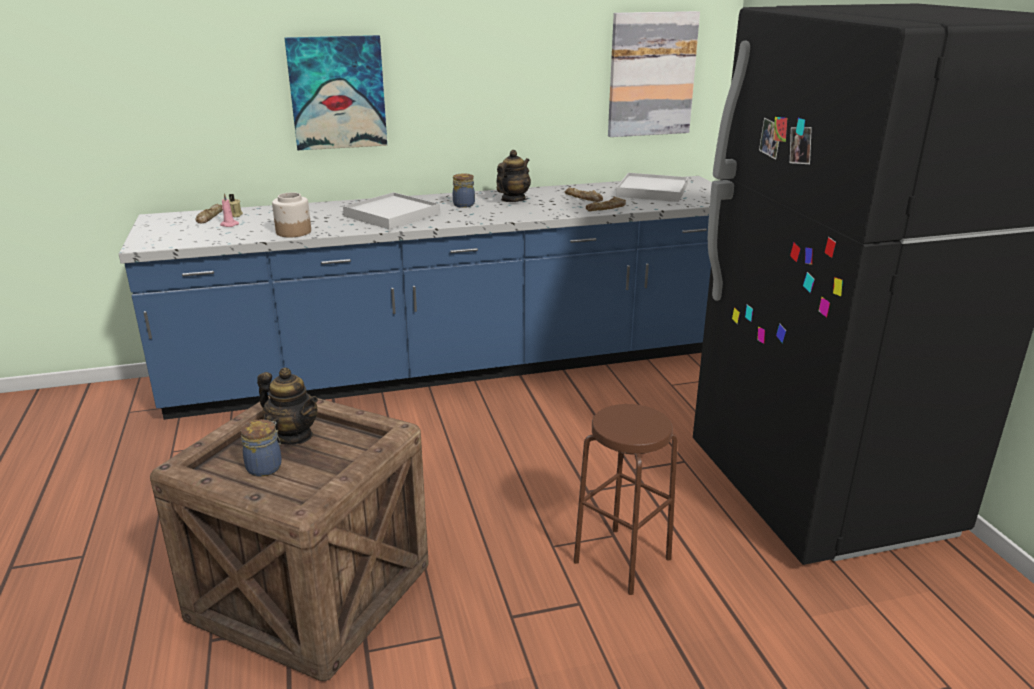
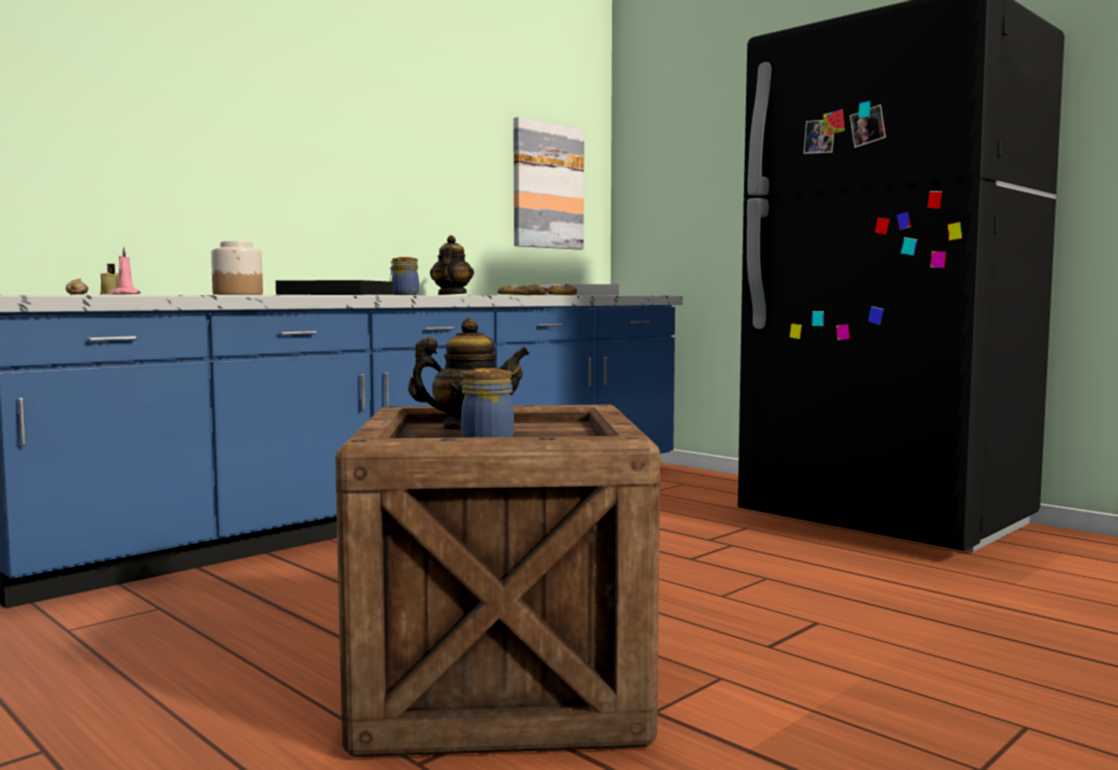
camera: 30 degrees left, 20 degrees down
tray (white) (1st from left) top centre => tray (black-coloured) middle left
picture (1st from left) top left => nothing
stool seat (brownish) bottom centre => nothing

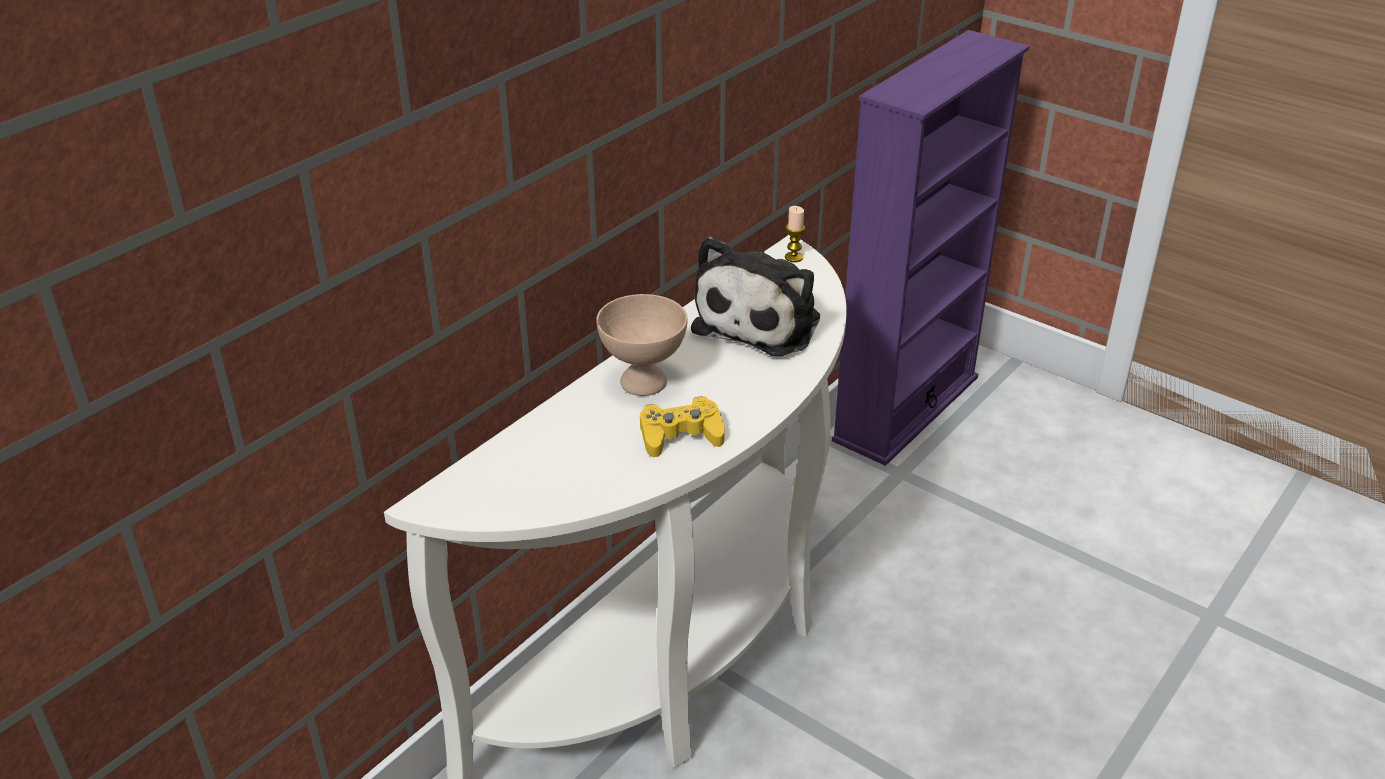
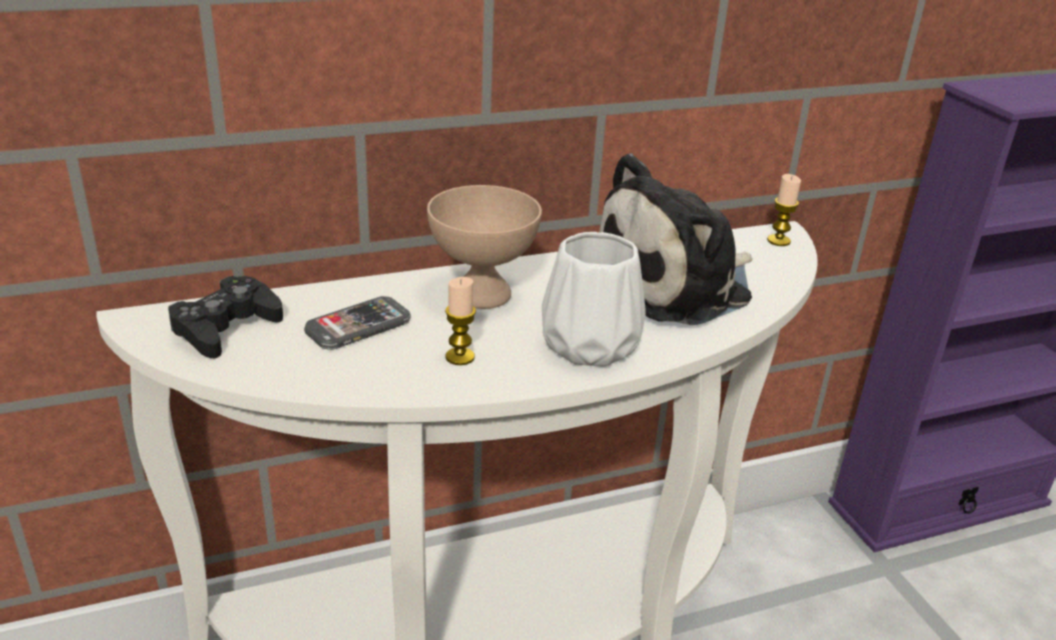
camera: 30 degrees right, 5 degrees down
nothing => game controller (black-coloured) middle left
nothing => handset centre
game controller (yellow-coloured) centre => wax candle (1st from left) centre
nothing => decorative vase (white) centre

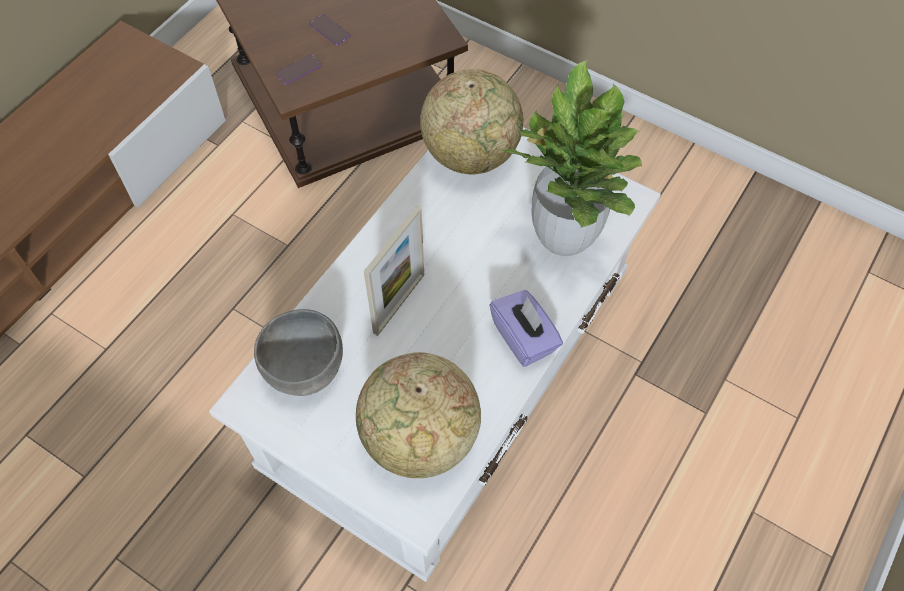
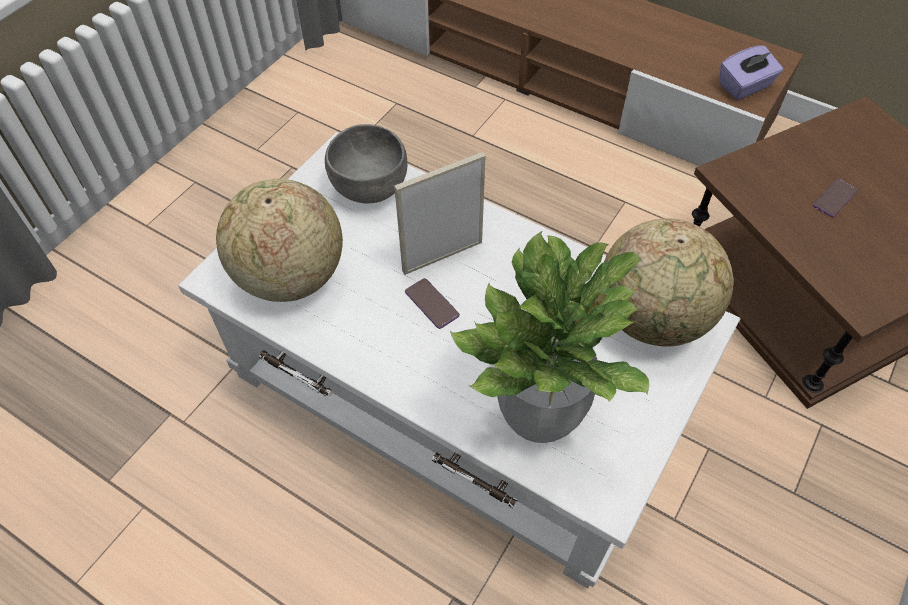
camera: 90 degrees right, 5 degrees down
standing frame centre, 120 degrees clockwise
handset (1st from left) top left => handset (1st from left) centre, move
box of tissues (purple) centre => box of tissues (purple) top right, move

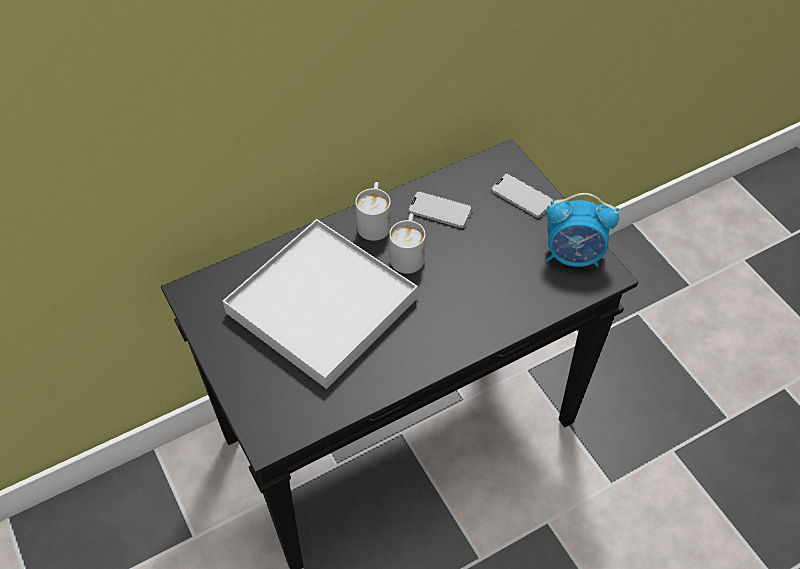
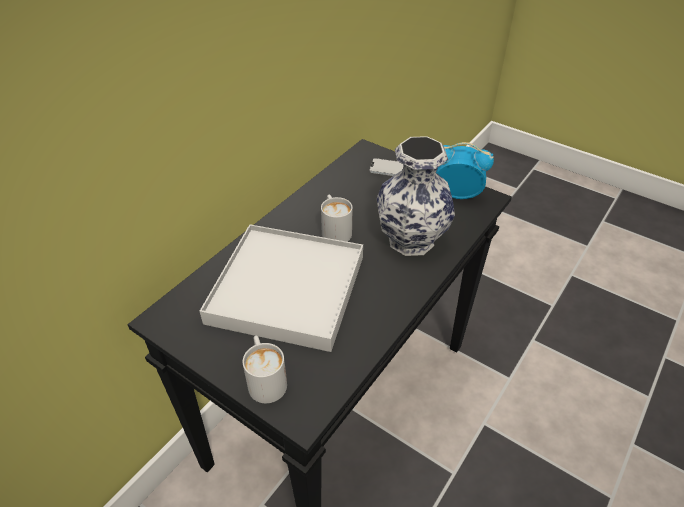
camera: 25 degrees left, 10 degrees down
mug (white) (1st from left) centre => mug (white) (1st from left) bottom centre, move
nothing => decorative vase centre
bedside clock middle right, 150 degrees counterclockwise
handset (1st from left) centre => nothing

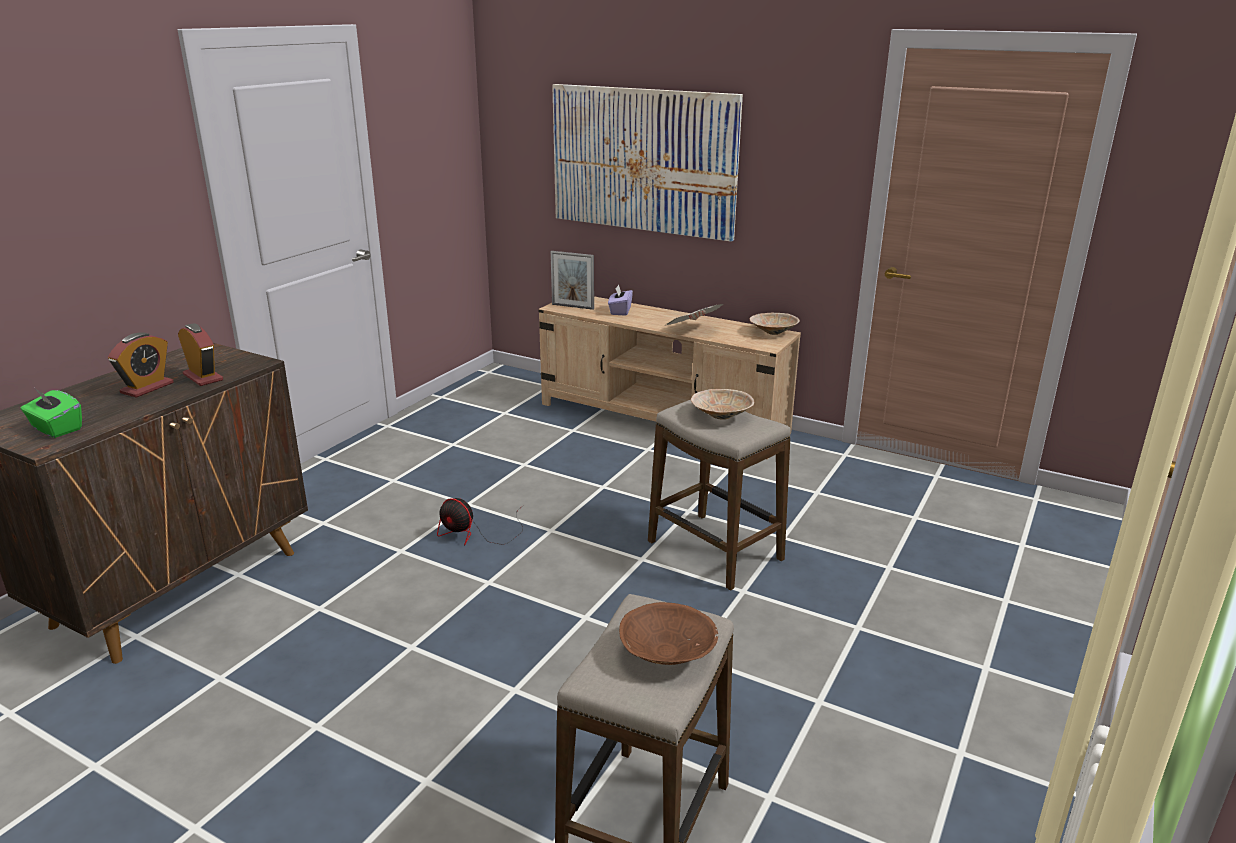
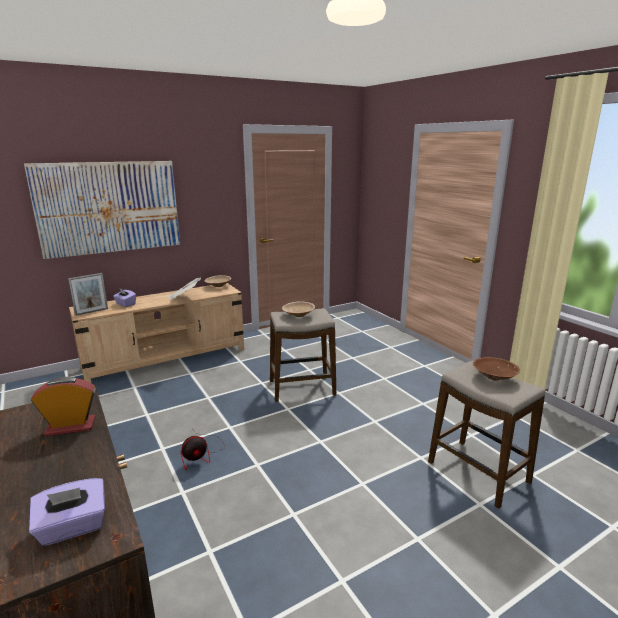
camera: 60 degrees left, 5 degrees down
box of tissues (green) middle left => box of tissues (purple) (1st from left) bottom left
bedside clock (1st from left) middle left => nothing

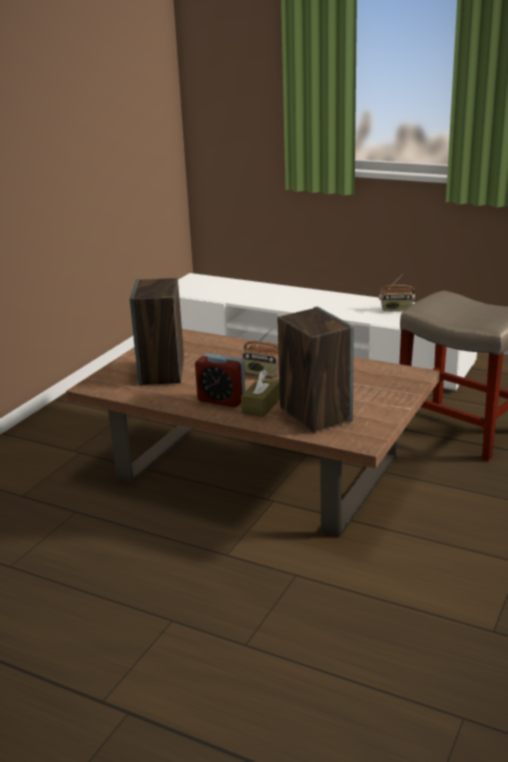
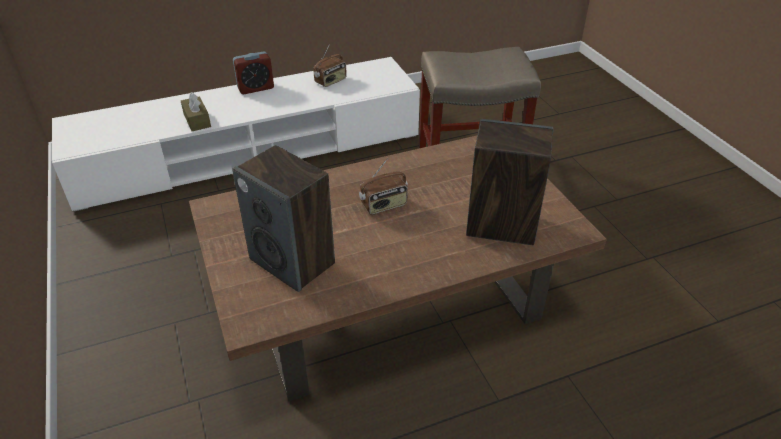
camera: 50 degrees left, 15 degrees up
box of tissues (brownish) centre => box of tissues (brownish) top left, move
bedside clock centre => bedside clock top left, move

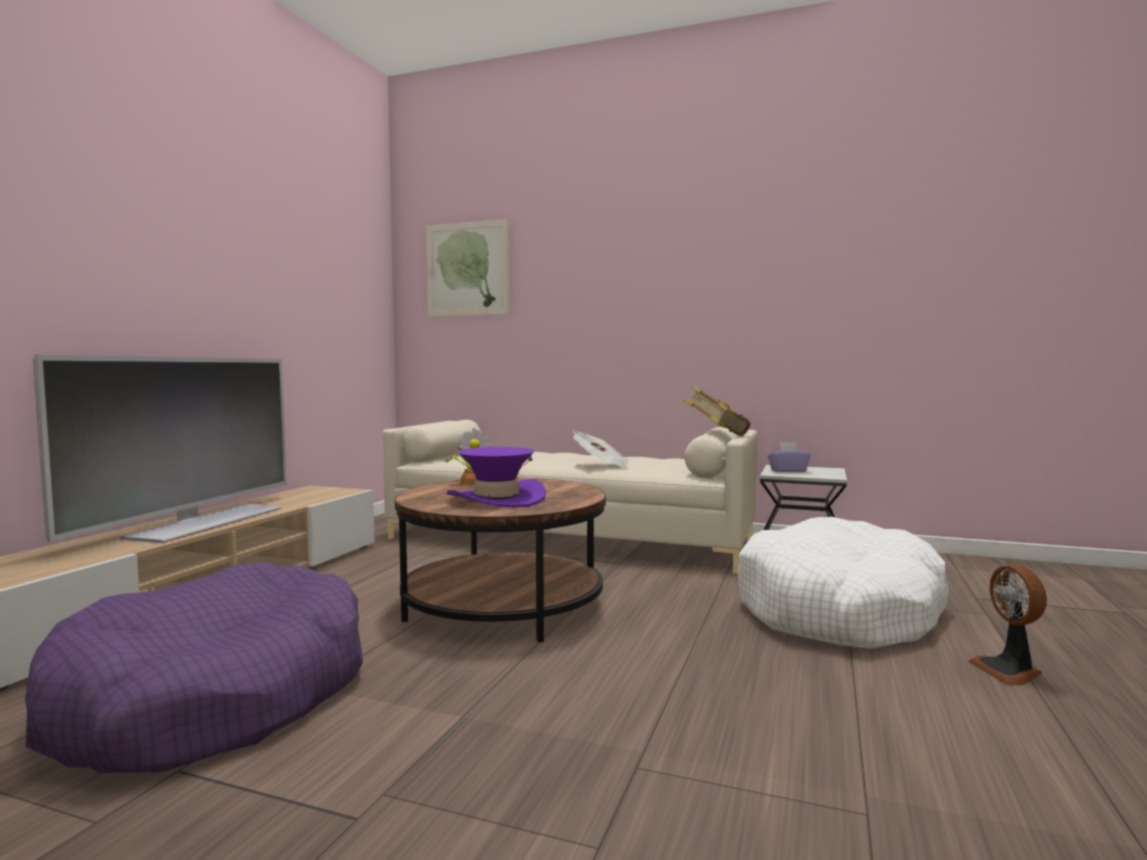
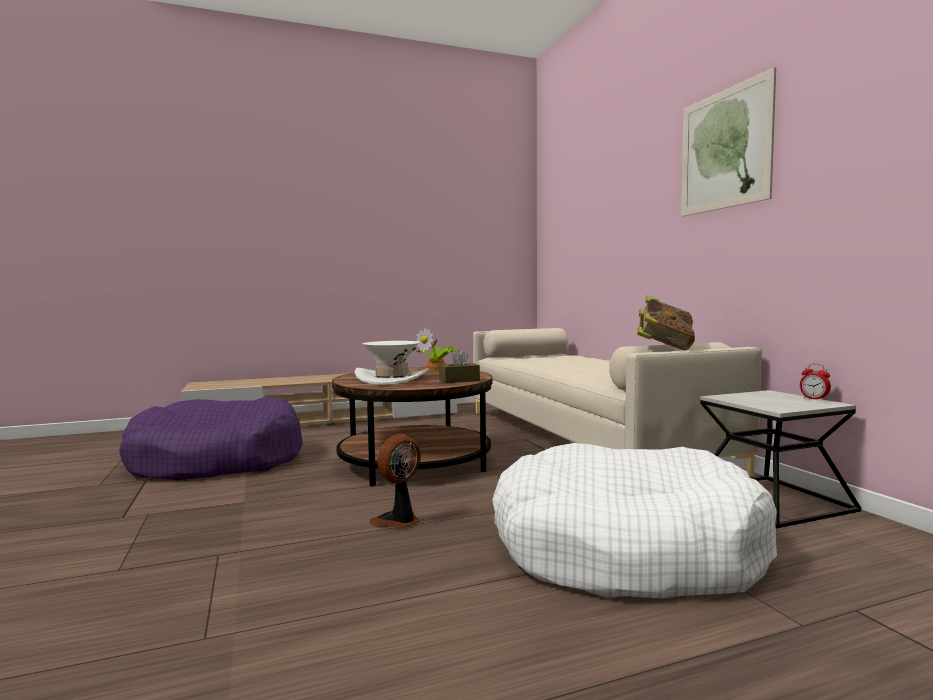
camera: 50 degrees right, 0 degrees up
wearable hat (purple) centre => wearable hat (white) centre
fan bottom right => fan bottom centre, move
nothing => box of tissues (brownish) centre
picture top centre => picture top right, move
nothing => bedside clock middle right
TV middle left => nothing
printed paper centre => nothing
box of tissues (purple) middle right => nothing

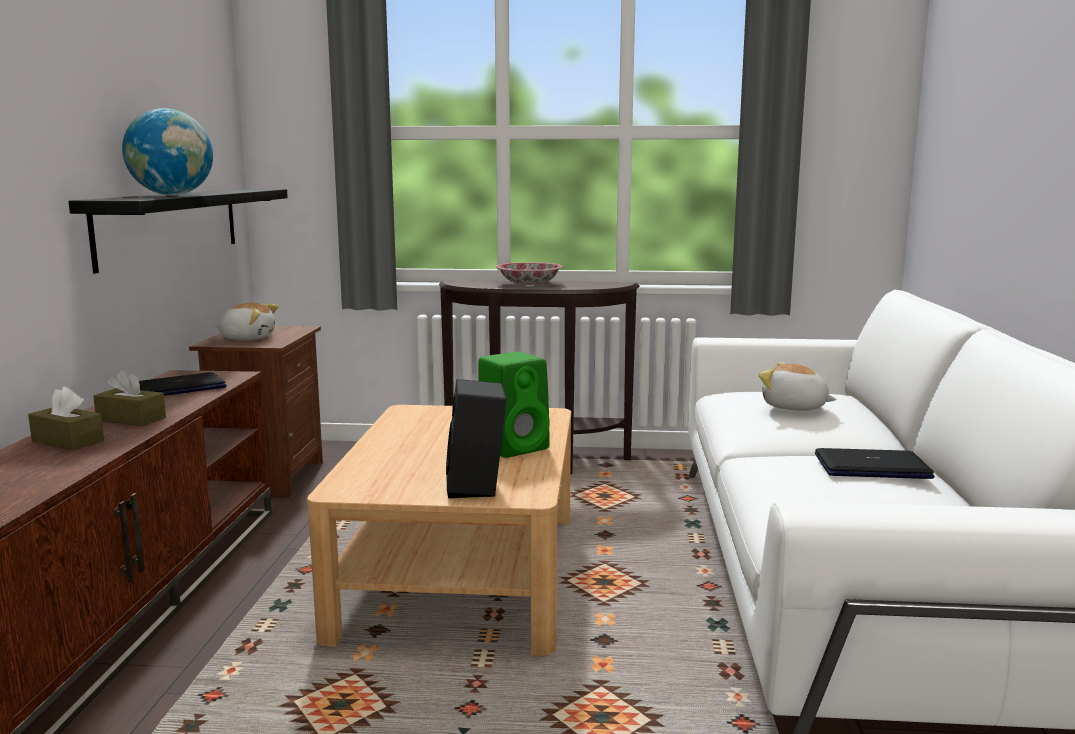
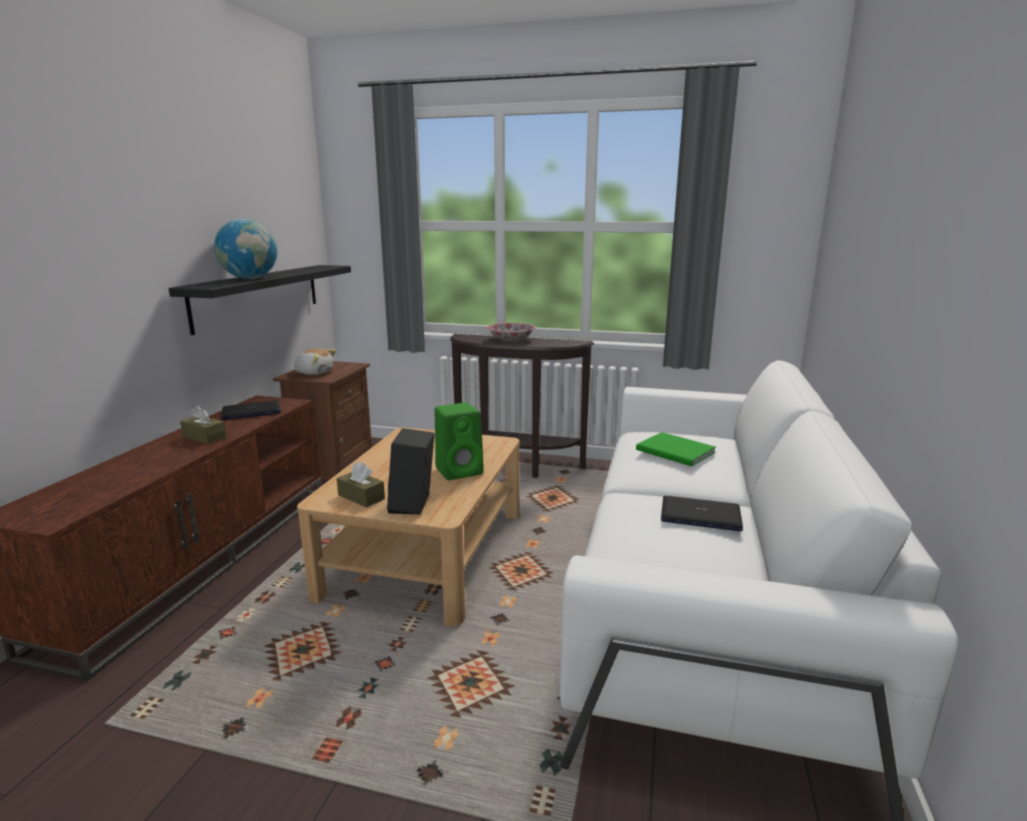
camera: 10 degrees right, 5 degrees up
box of tissues (brownish) (1st from left in the first image) middle left => box of tissues (brownish) (2nd from left) centre, move
cuddly toy (2nd from left) middle right => book (green) centre

